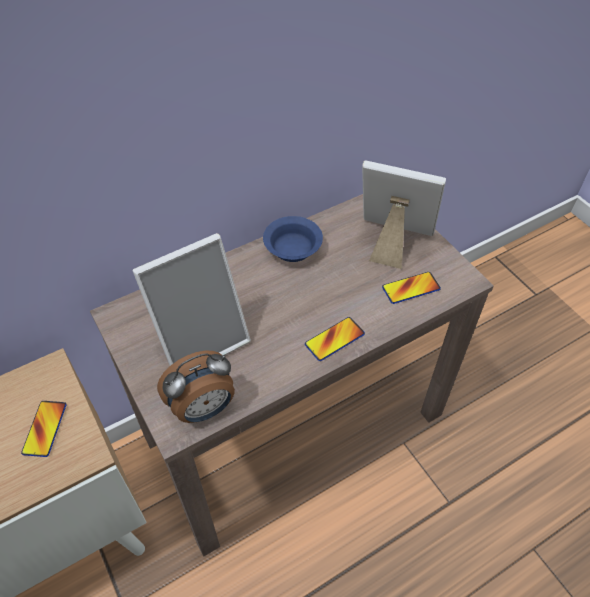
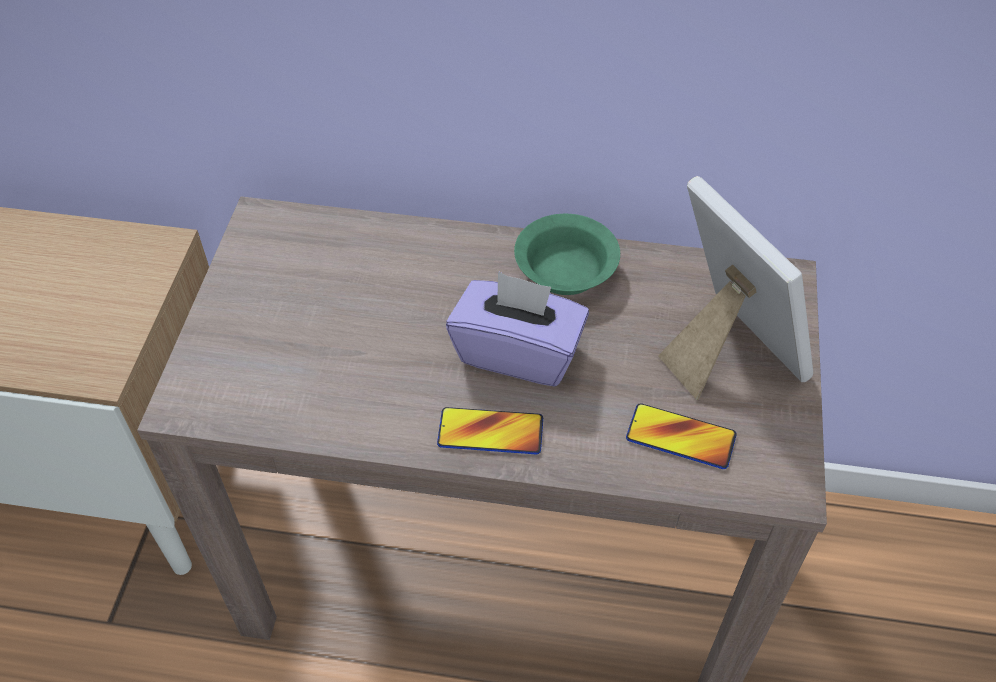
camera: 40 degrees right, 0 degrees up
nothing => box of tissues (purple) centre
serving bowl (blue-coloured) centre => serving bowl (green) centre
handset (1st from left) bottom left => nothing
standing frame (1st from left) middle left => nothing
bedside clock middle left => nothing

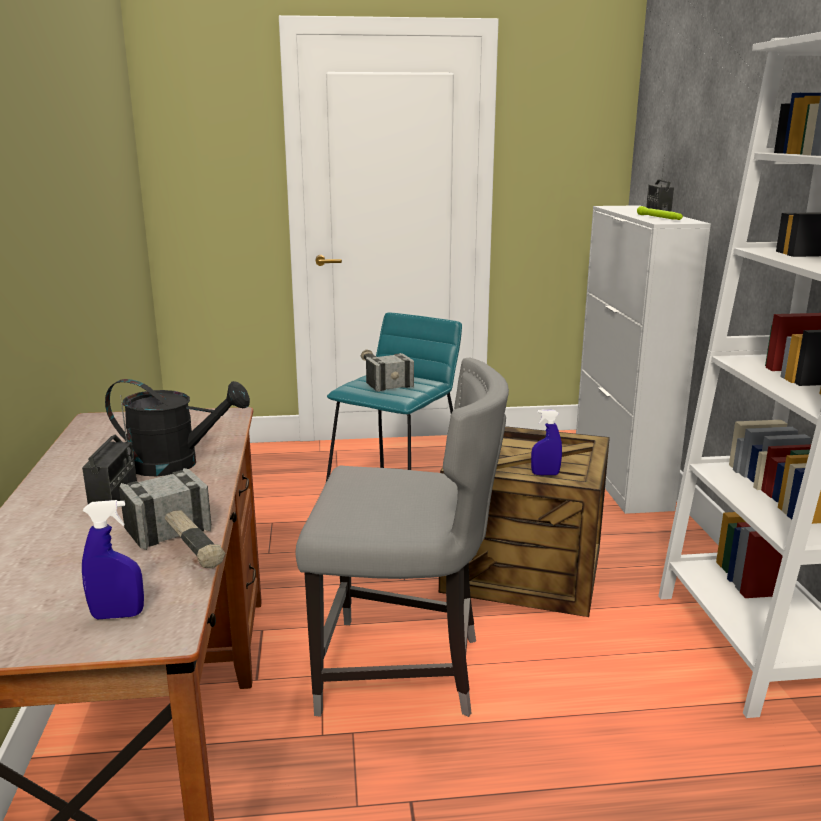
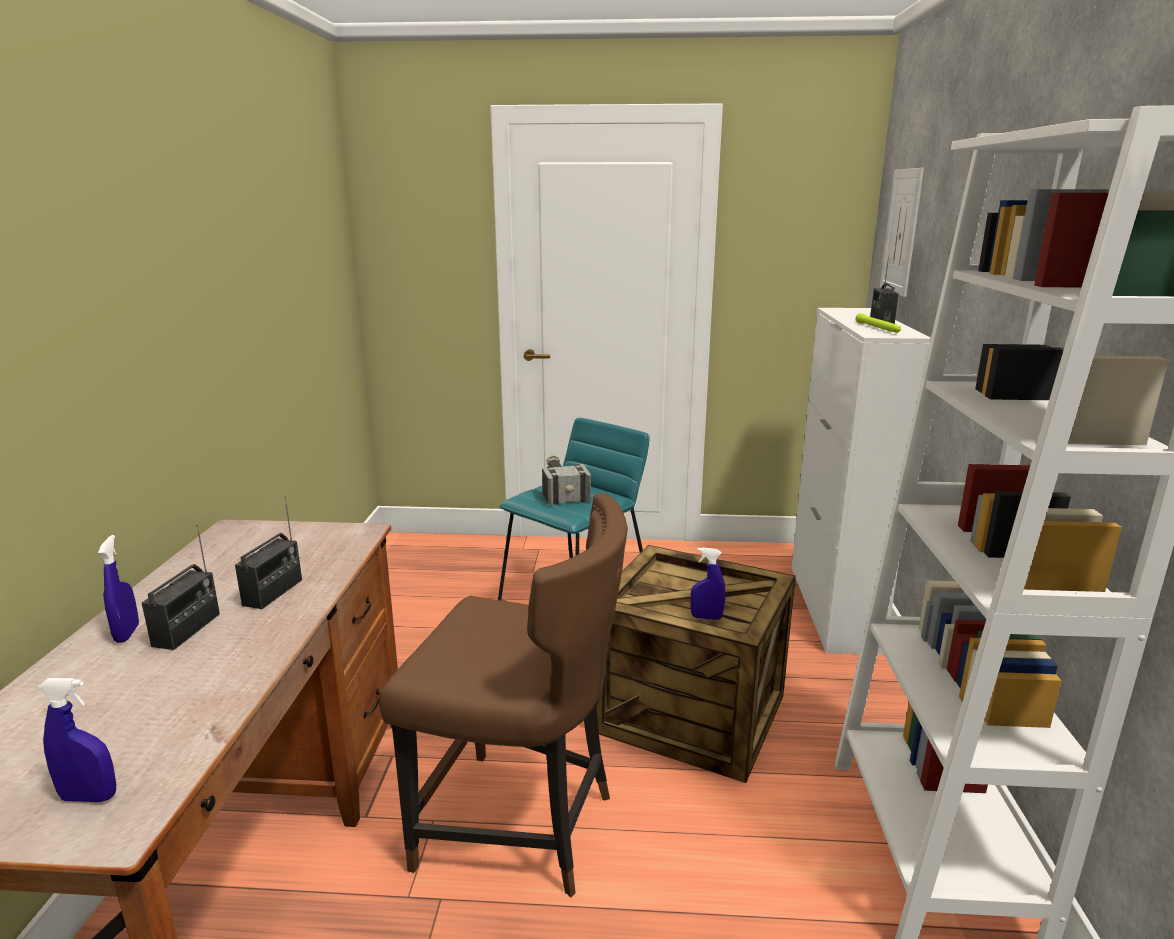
camera: 10 degrees right, 0 degrees up
nothing => hand sprayer (blue-coloured) (2nd from left) middle left
sprinkling can (black-coloured) middle left => radio receiver (2nd from left) middle left
upright chair (grey) centre => upright chair (brownish) bottom centre
nothing => picture top right
tool hammer (1st from left) middle left => nothing

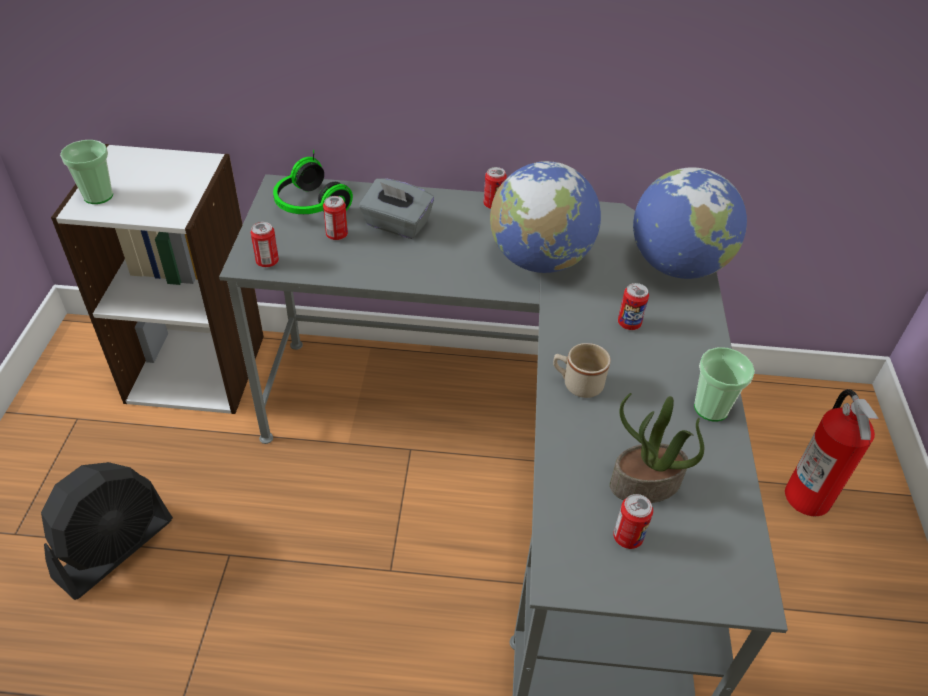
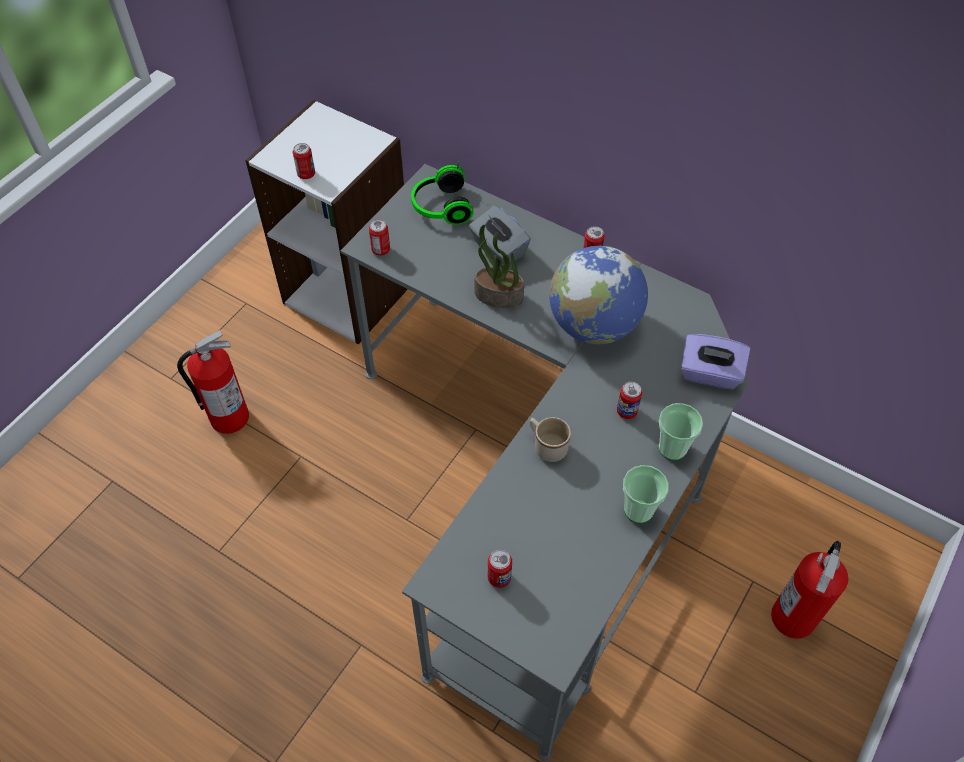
camera: 30 degrees right, 10 degrees up
fan (black-coloured) bottom left => extinguisher (1st from left) middle left
sealed can (2nd from left in the first image) top centre => sealed can (1st from left) top left, move
potted plant middle right => potted plant centre, move
cup (1st from left in the first image) top left => cup (2nd from left) middle right, move
world globe (2nd from left) top right => box of tissues (purple) middle right

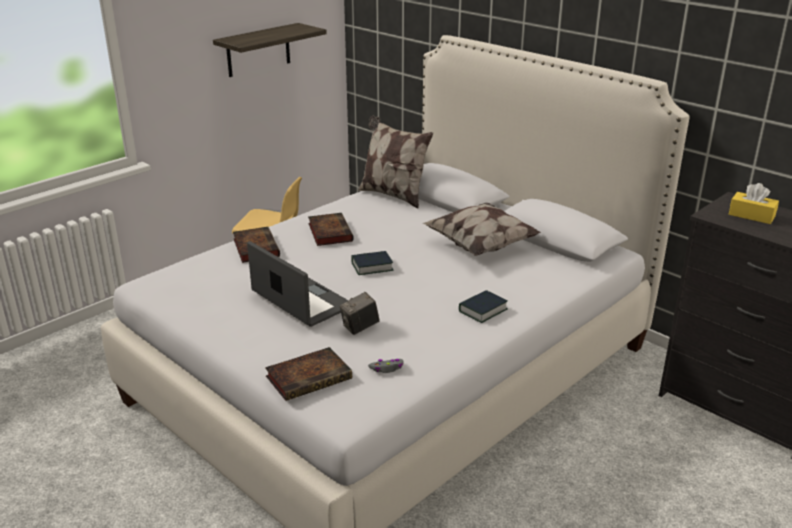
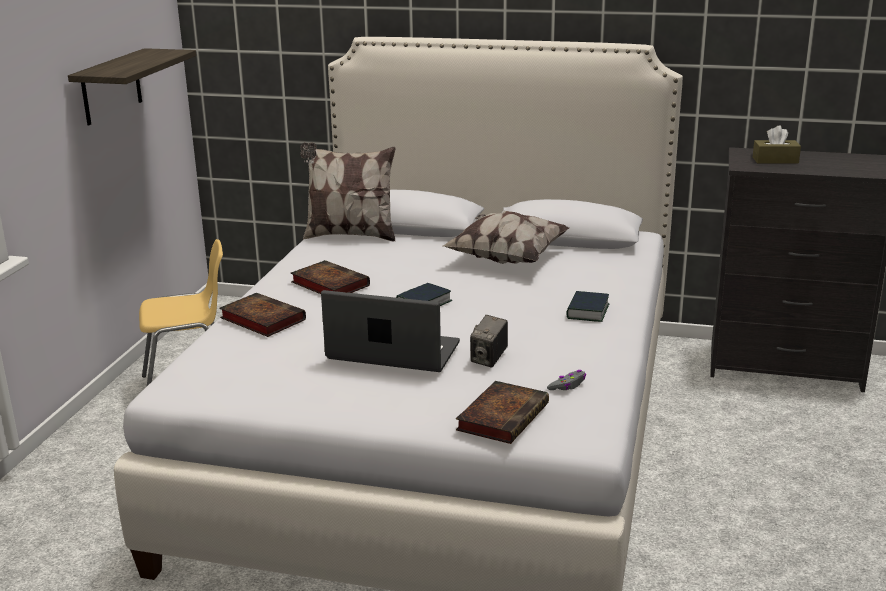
camera: 30 degrees left, 5 degrees down
box of tissues (yellow-coloured) middle right => box of tissues (brownish) top right

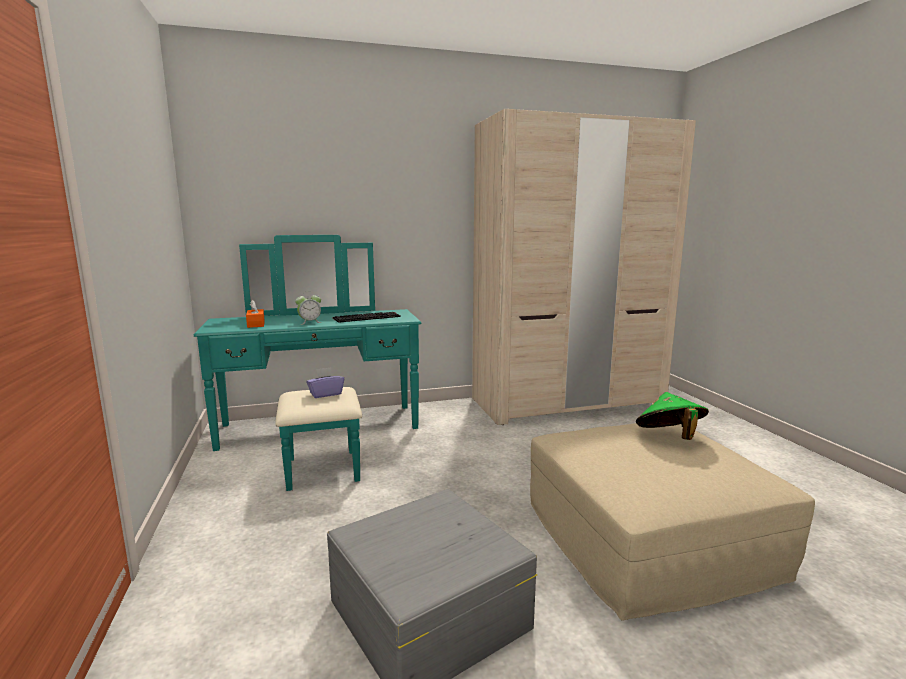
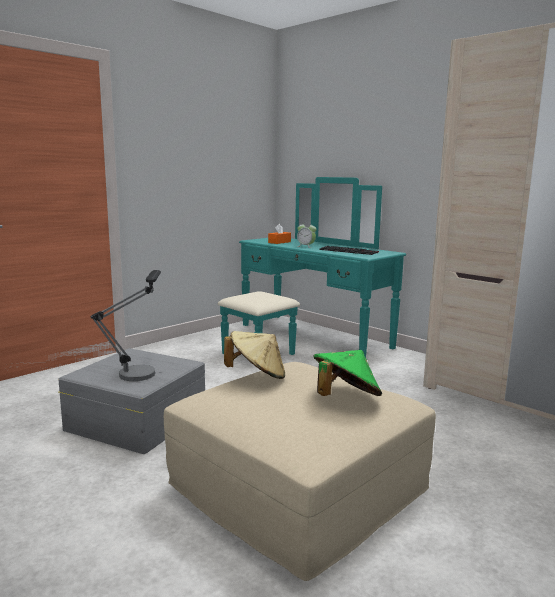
camera: 60 degrees right, 0 degrees up
nothing => lamp for a table middle left
nothing => wearable hat (sand-coloured) centre
box of tissues (purple) centre => nothing

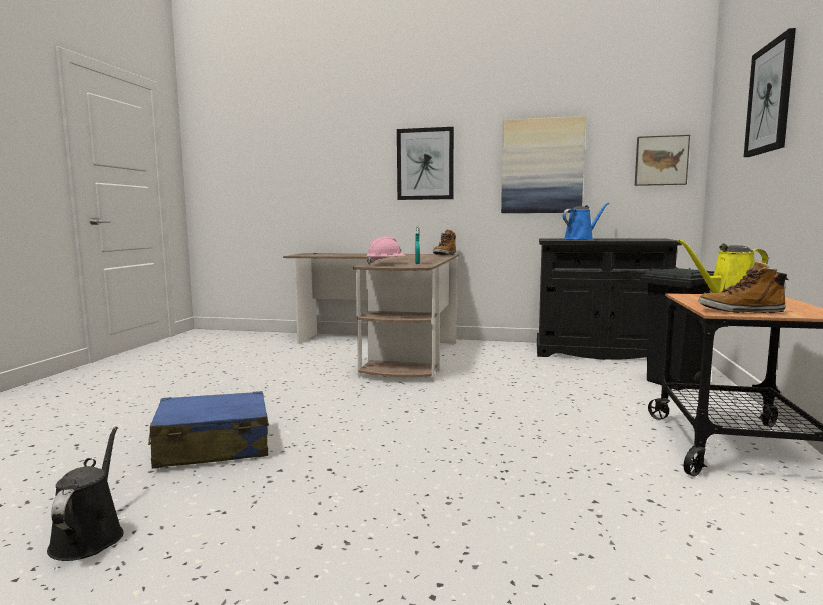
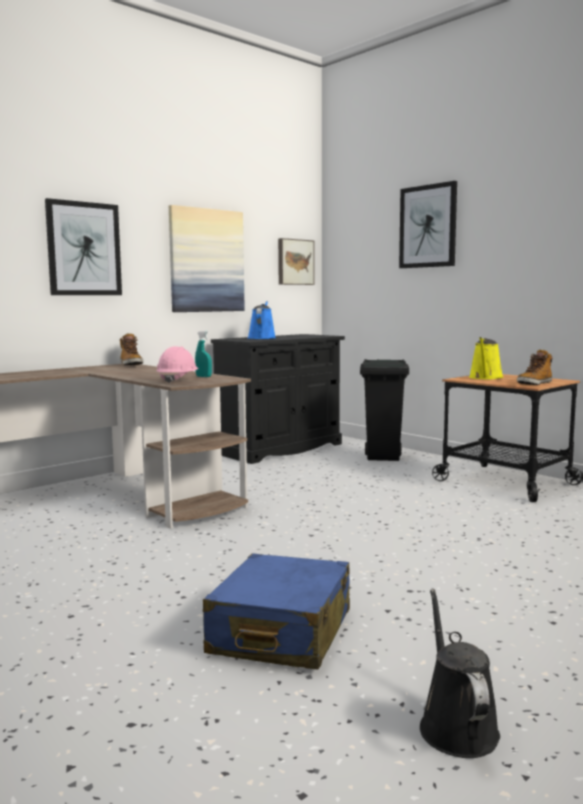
camera: 55 degrees left, 0 degrees up
sprinkling can (black-coloured) bottom left => sprinkling can (black-coloured) bottom right, 60 degrees clockwise

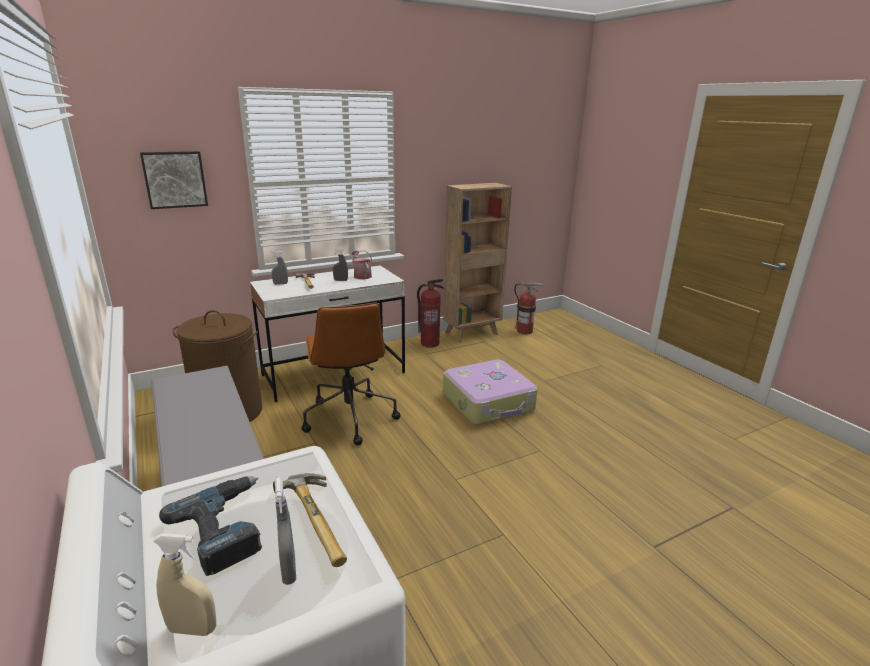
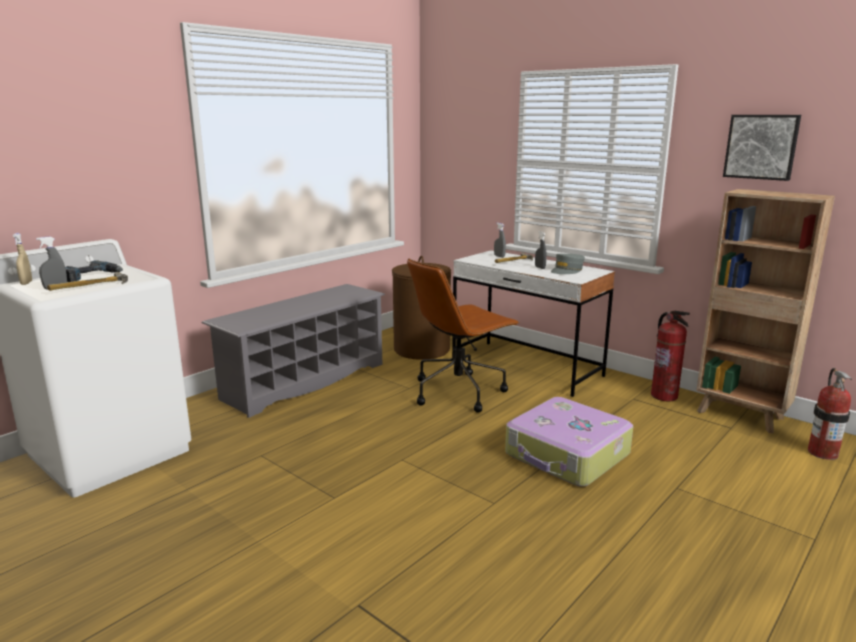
camera: 70 degrees right, 5 degrees down
sprinkling can centre => cap (grey) centre
picture top left => picture top right, move

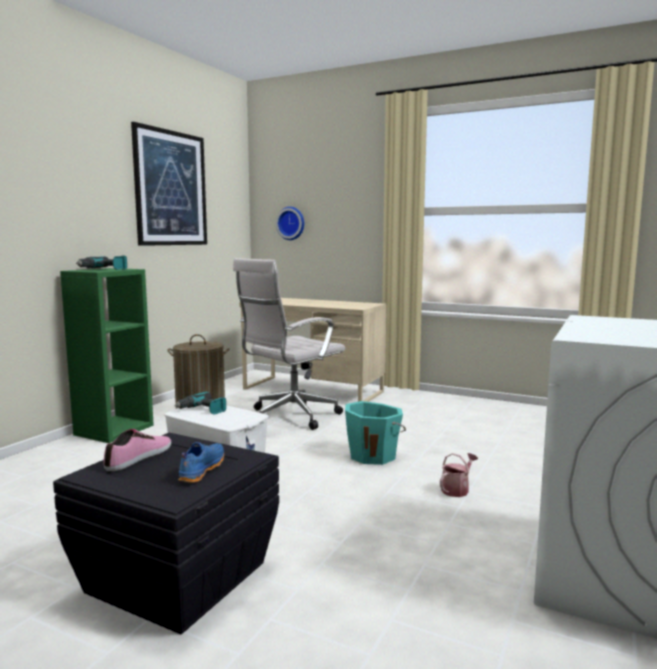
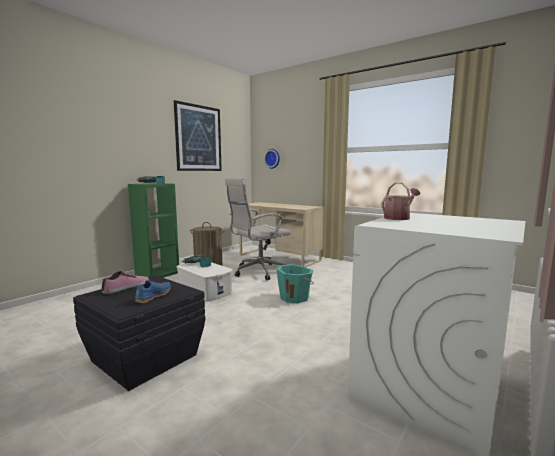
camera: 10 degrees right, 0 degrees up
sprinkling can bottom right => sprinkling can middle right, move

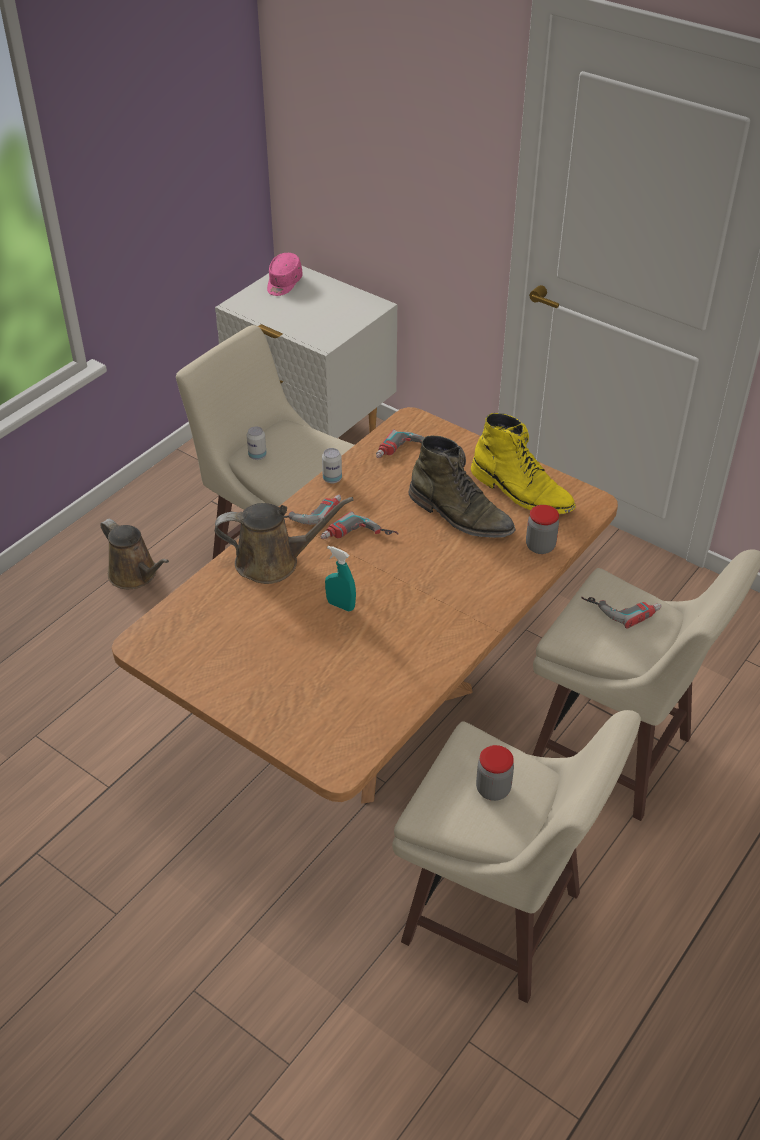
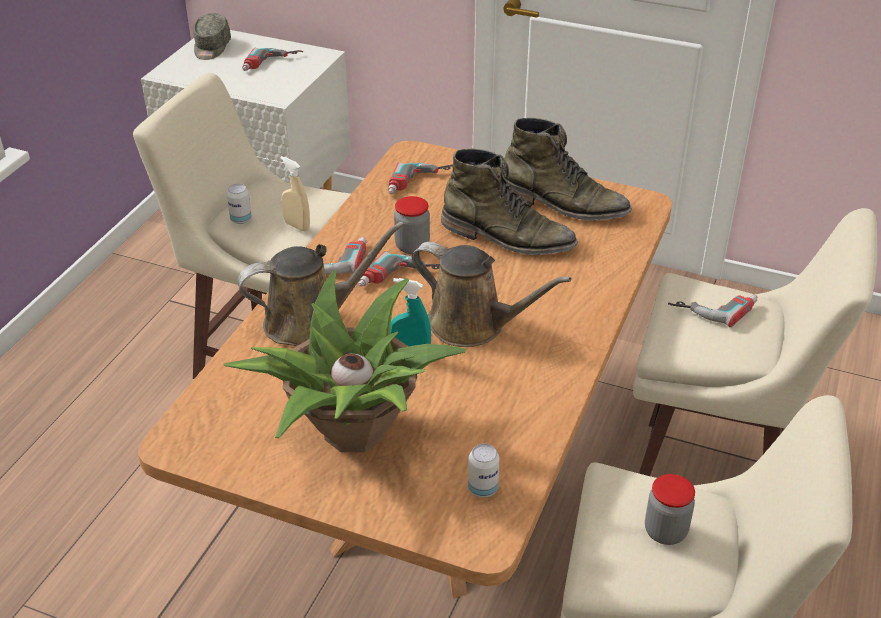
camera: 15 degrees left, 5 degrees down
cap (pink-coloured) top centre => cap (grey) top left
nothing => potted plant centre
nothing => power drill (1st from left) top left
nothing => hand sprayer (sand-coloured) top centre
storage jar (2nd from left in the first image) middle right => storage jar (1st from left) centre, move
sprinkling can (brownish) (1st from left in the first image) middle left => sprinkling can (brownish) (2nd from left) centre, move
sealed can (2nd from left) centre => sealed can (2nd from left) bottom centre, move
tall boot (yellow-coloured) middle right => tall boot (green) (2nd from left) top centre

